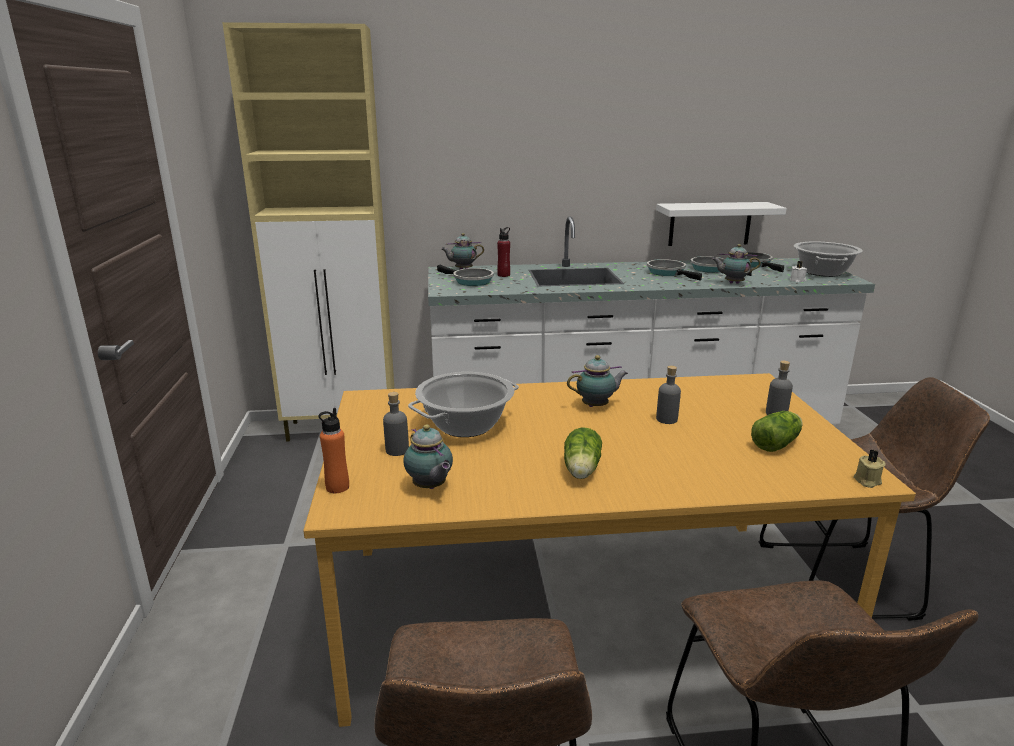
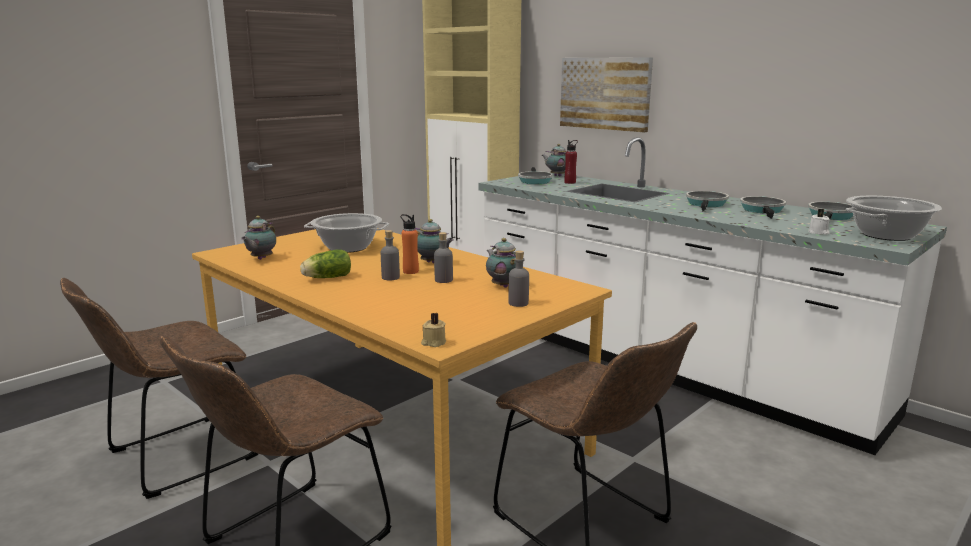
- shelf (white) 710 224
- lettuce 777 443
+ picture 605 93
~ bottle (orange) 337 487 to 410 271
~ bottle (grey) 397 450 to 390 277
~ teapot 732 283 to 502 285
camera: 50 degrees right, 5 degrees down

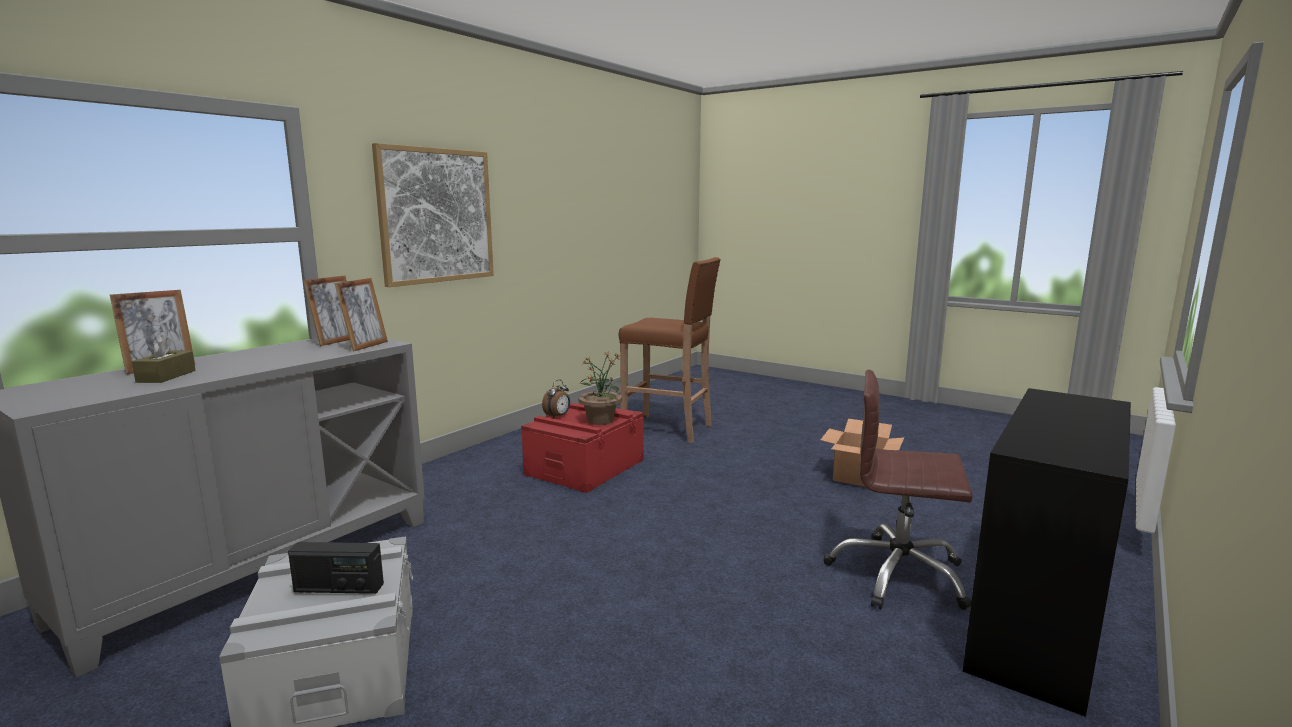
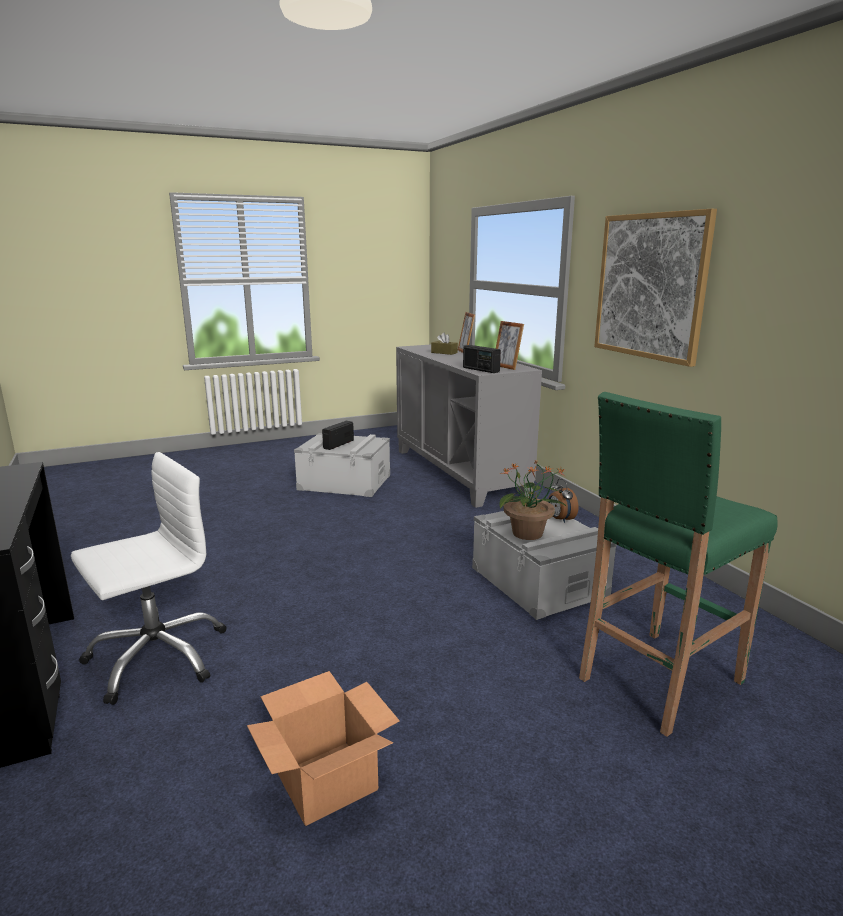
~ picture frame 365 346 to radio 480 370
~ storage box (red) 585 467 to storage box (grey) 539 581
~ stool (brown) 669 429 to stool (green) 657 681
~ office chair (brown) 898 575 to office chair (white) 157 657
camera: 120 degrees right, 5 degrees up

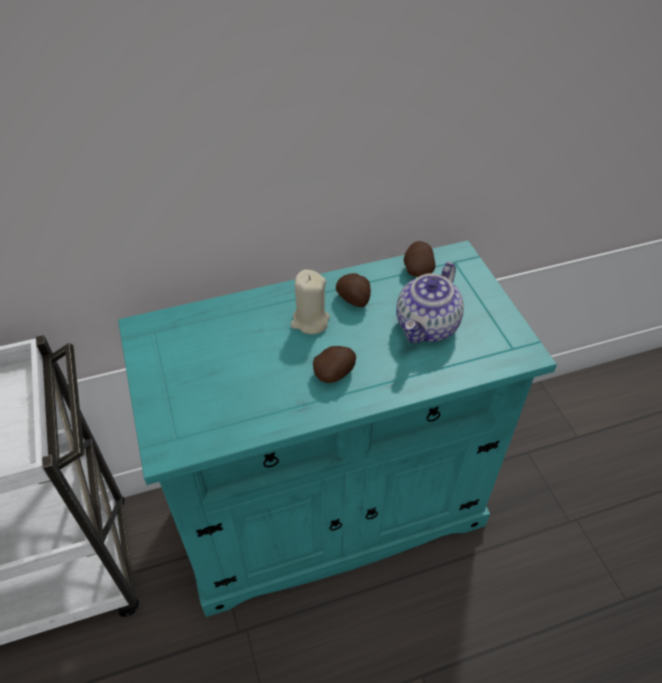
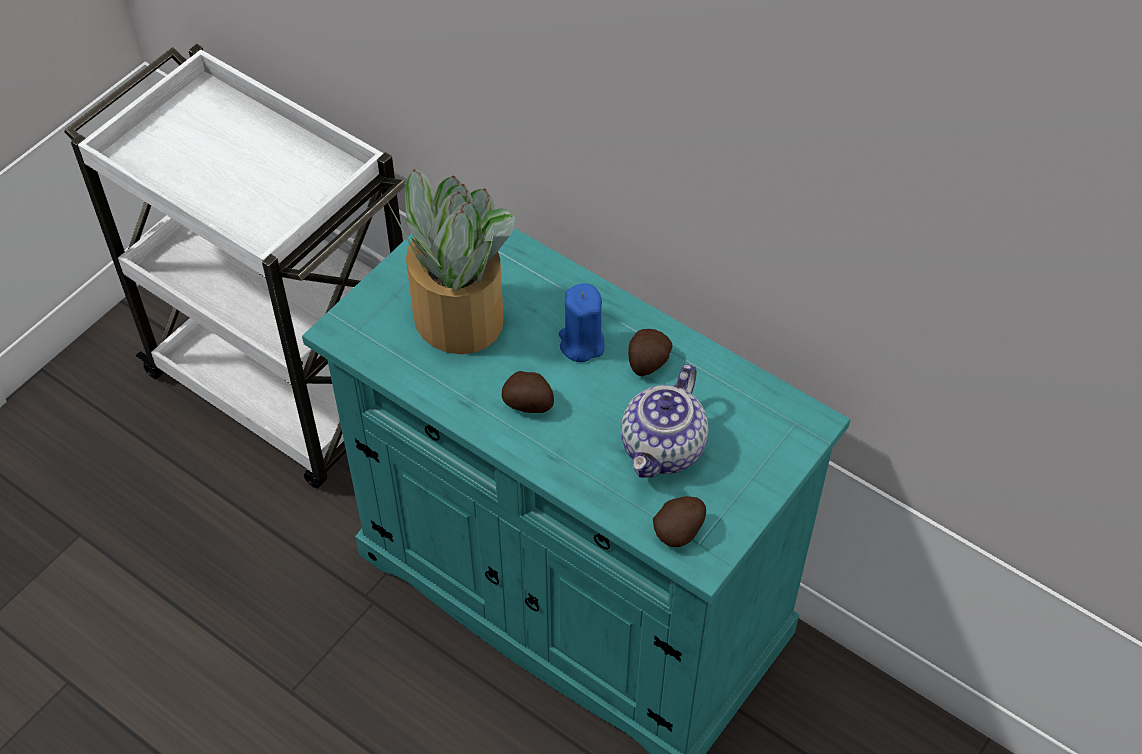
+ potted plant 457 315
~ potato 417 269 to 680 530
~ candle (beige) 310 321 to candle (blue) 581 343
~ teapot 427 326 = 664 449 60 degrees counterclockwise
camera: 55 degrees right, 5 degrees up

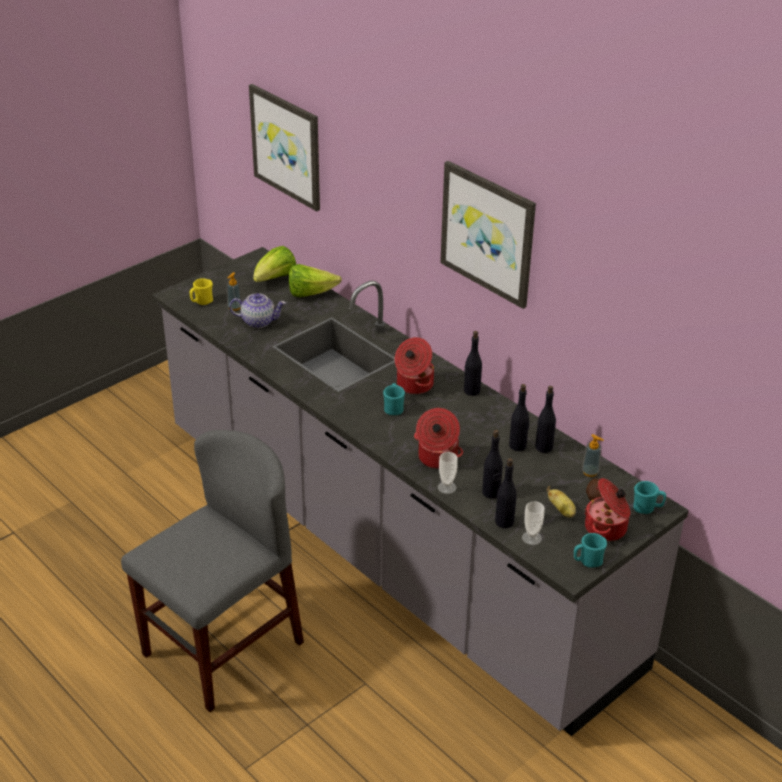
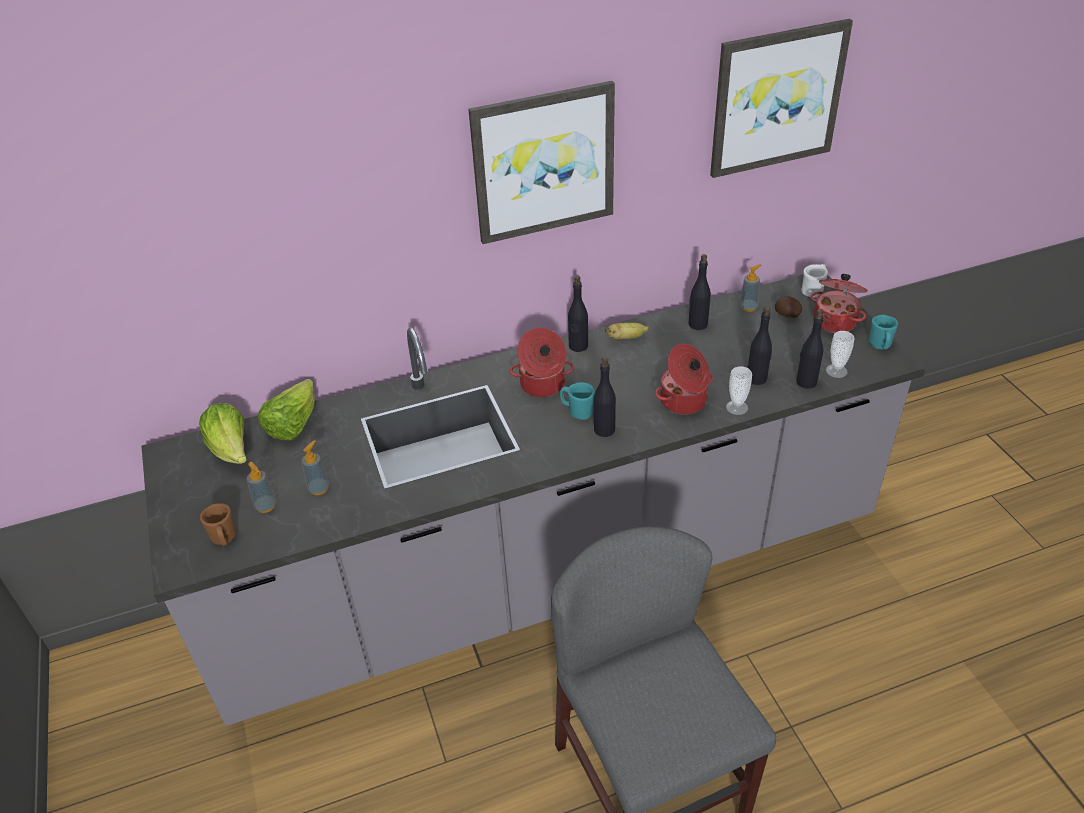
~ picture 287 146 to 776 98
~ bottle (black) 518 445 to 604 429
~ banana 562 510 to 626 338
~ teapot 259 321 to soap dispenser 319 488
~ mug (yellow) 201 302 to mug (brown) 224 539
~ mug (turquoise) 647 508 to mug (white) 813 290
camera: 65 degrees left, 5 degrees up

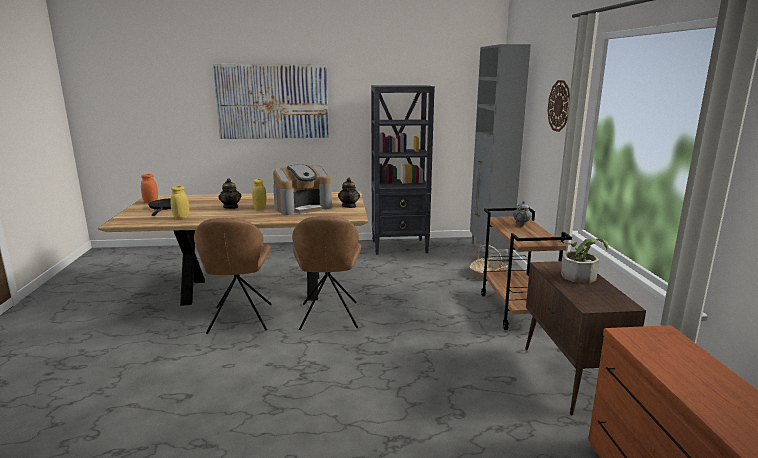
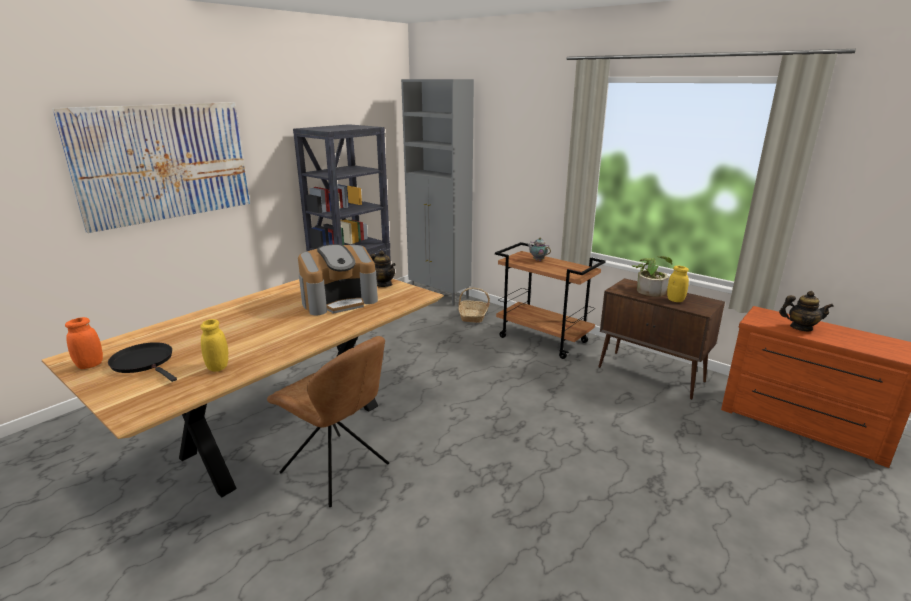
- chair (brown) 329 317
- wall clock 559 106
~ teapot 231 207 to 800 328
~ jar (yellow) 260 208 to 675 300
~ coffee machine 303 207 = 339 301 45 degrees clockwise
camera: 45 degrees left, 5 degrees up

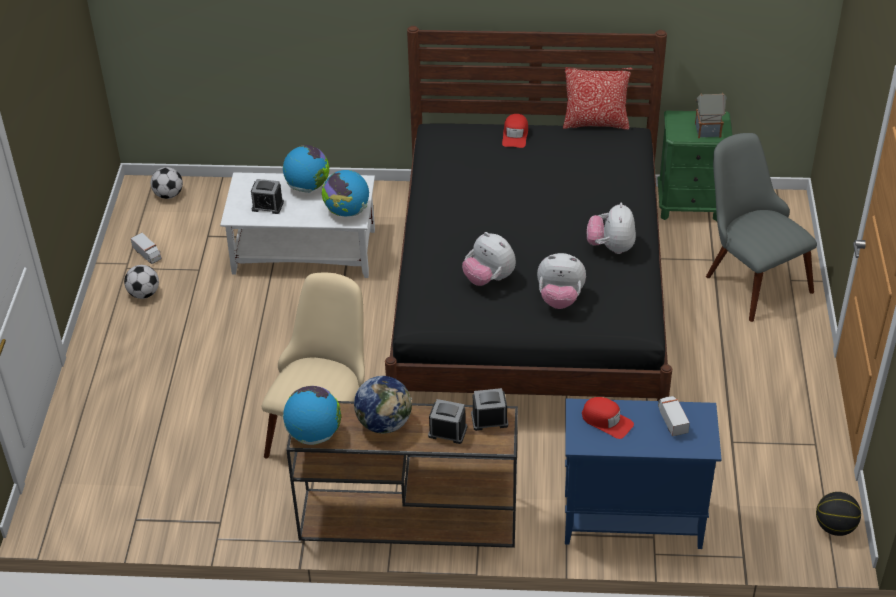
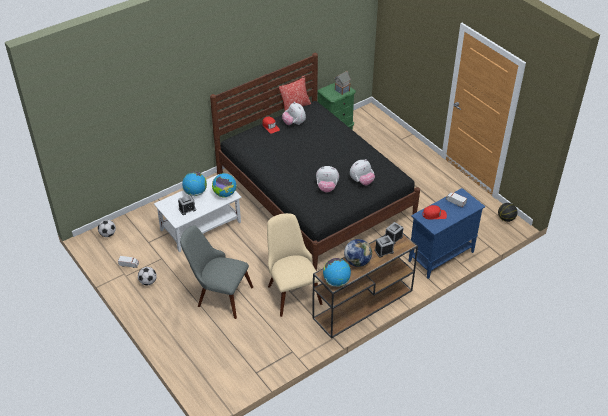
~ plush toy 611 247 to 294 123
~ chair (grey) 749 276 to 218 295
camera: 40 degrees left, 0 degrees up

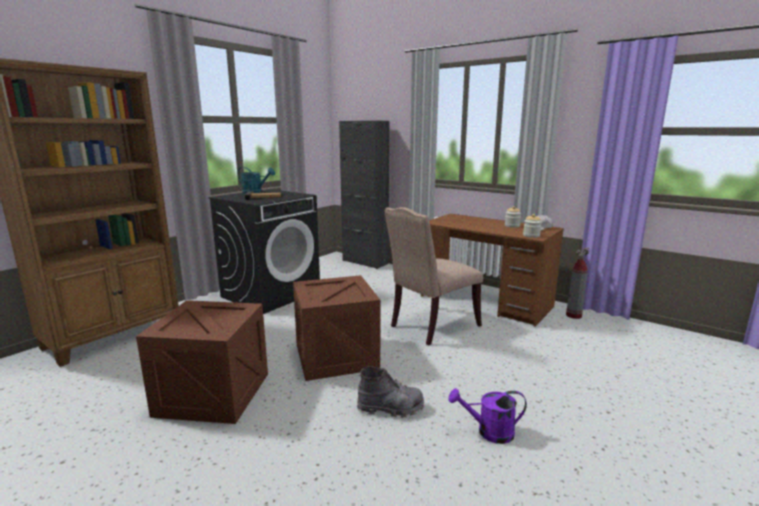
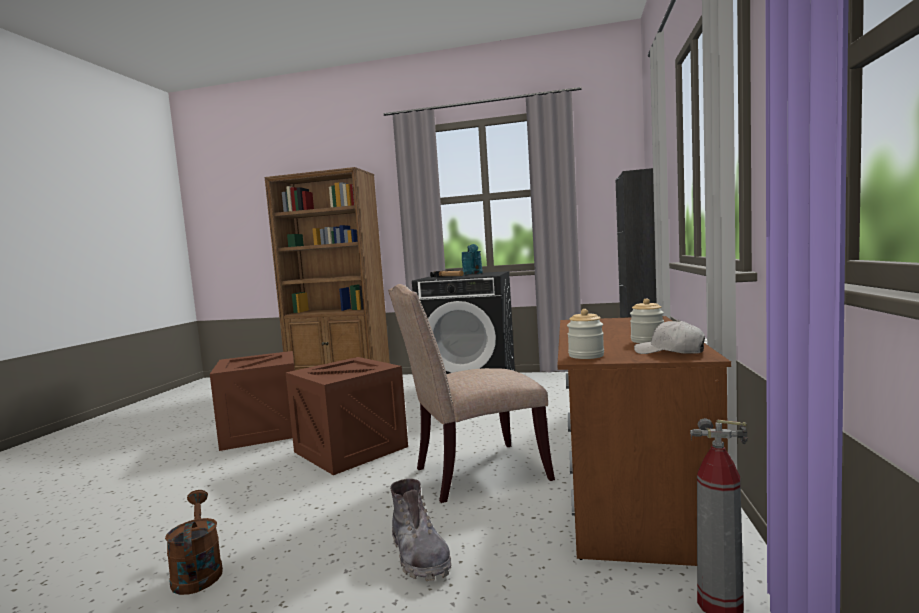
~ boot (grey) 390 408 to 419 556
~ watering can (purple) 489 432 to watering can (brown) 197 572
~ chair (beige) 431 326 = 475 474 45 degrees counterclockwise
camera: 65 degrees right, 10 degrees down

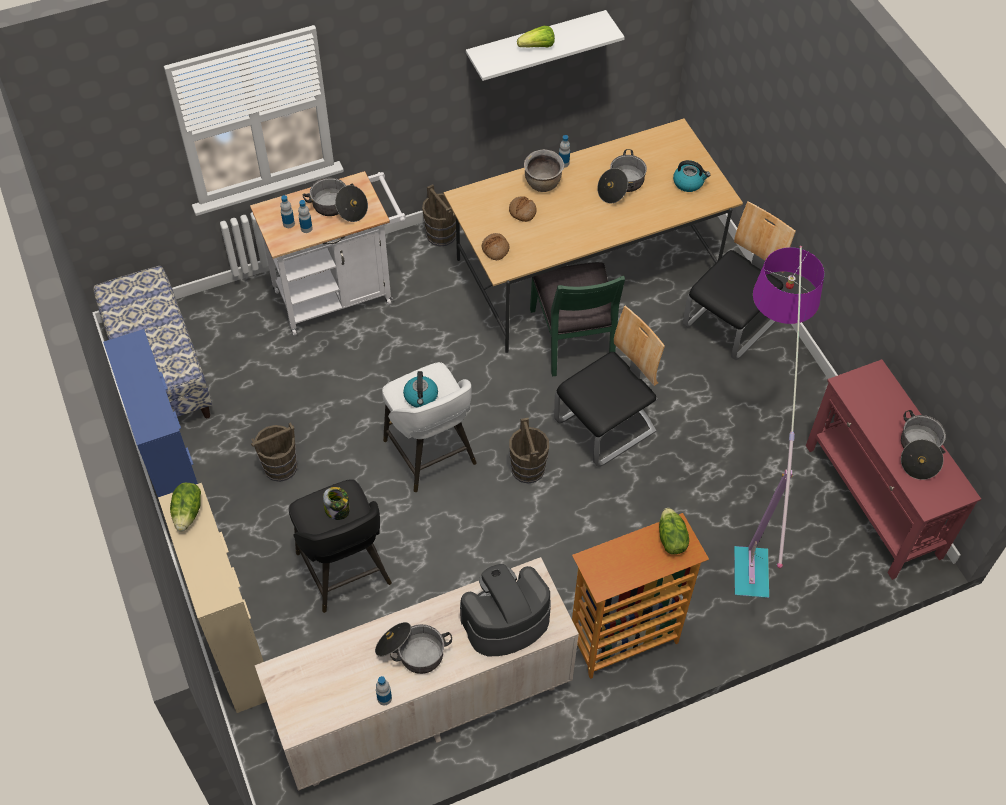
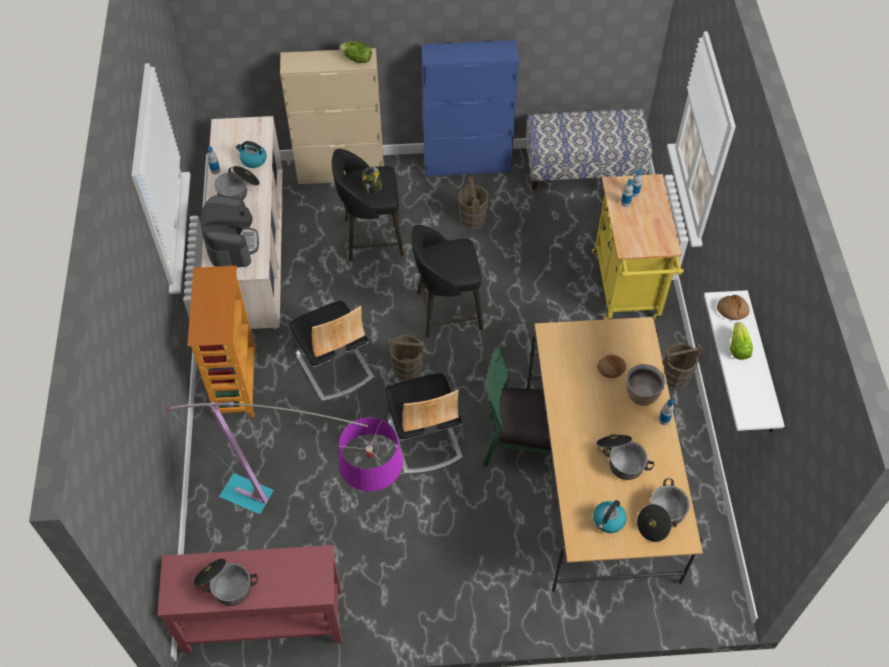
- lettuce 670 539
~ cooking pot 338 208 to 661 517
~ kettle 421 397 to 253 160
~ bread 495 249 to 732 310
~ chair 730 324 to 333 365
~ cart (white) 340 294 to cart (yellow) 627 290
~ stool (white) 431 454 to stool (black) 446 311
camera: 110 degrees right, 0 degrees up

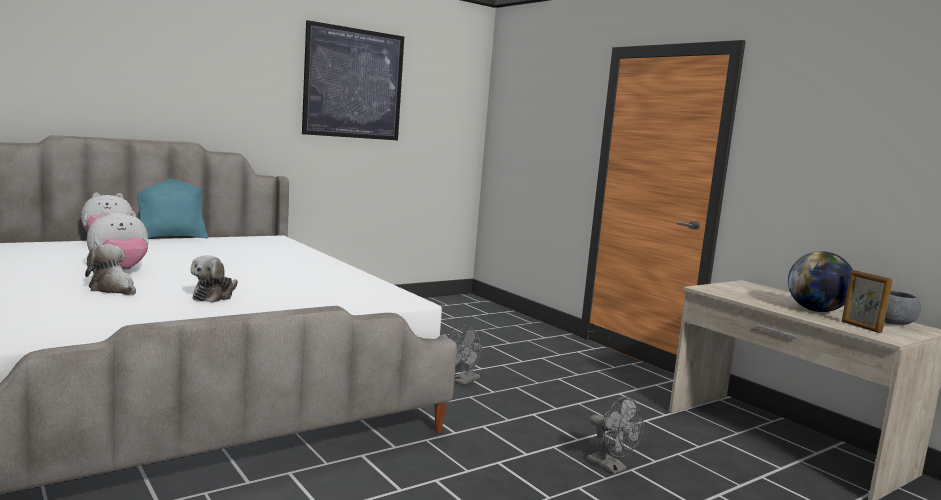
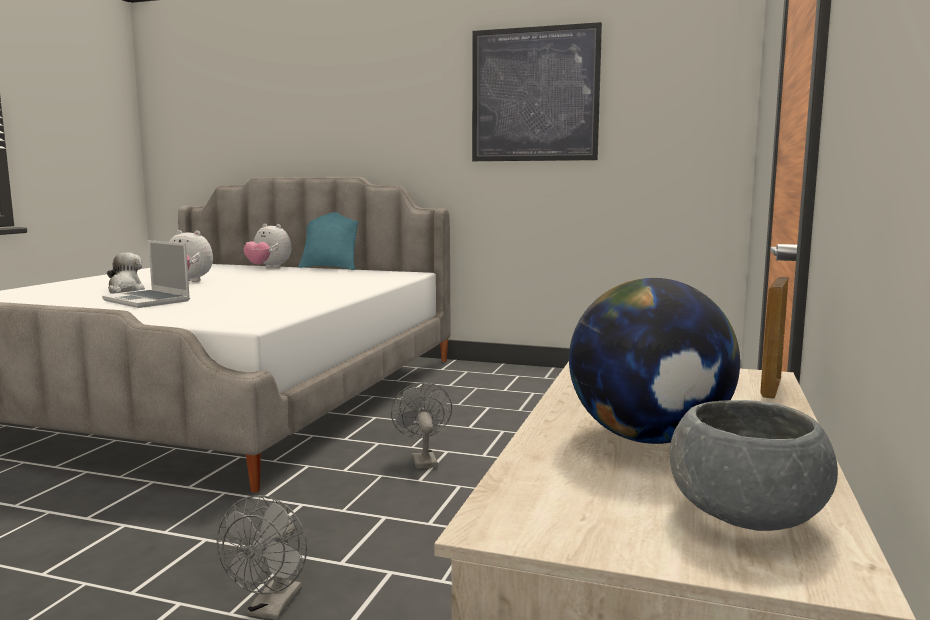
~ picture frame 861 327 to 770 388
~ plush toy 214 296 to laptop 148 301
~ fan (grey) 463 381 = 422 460 75 degrees clockwise
camera: 55 degrees right, 0 degrees up

